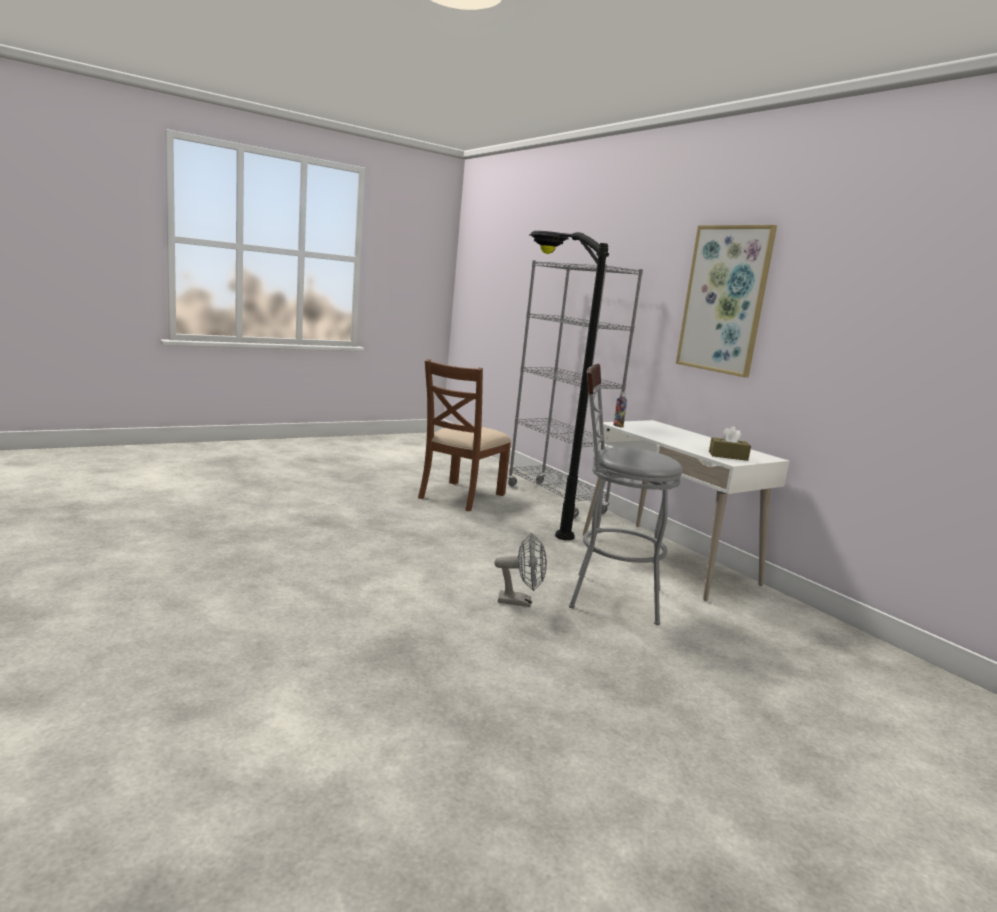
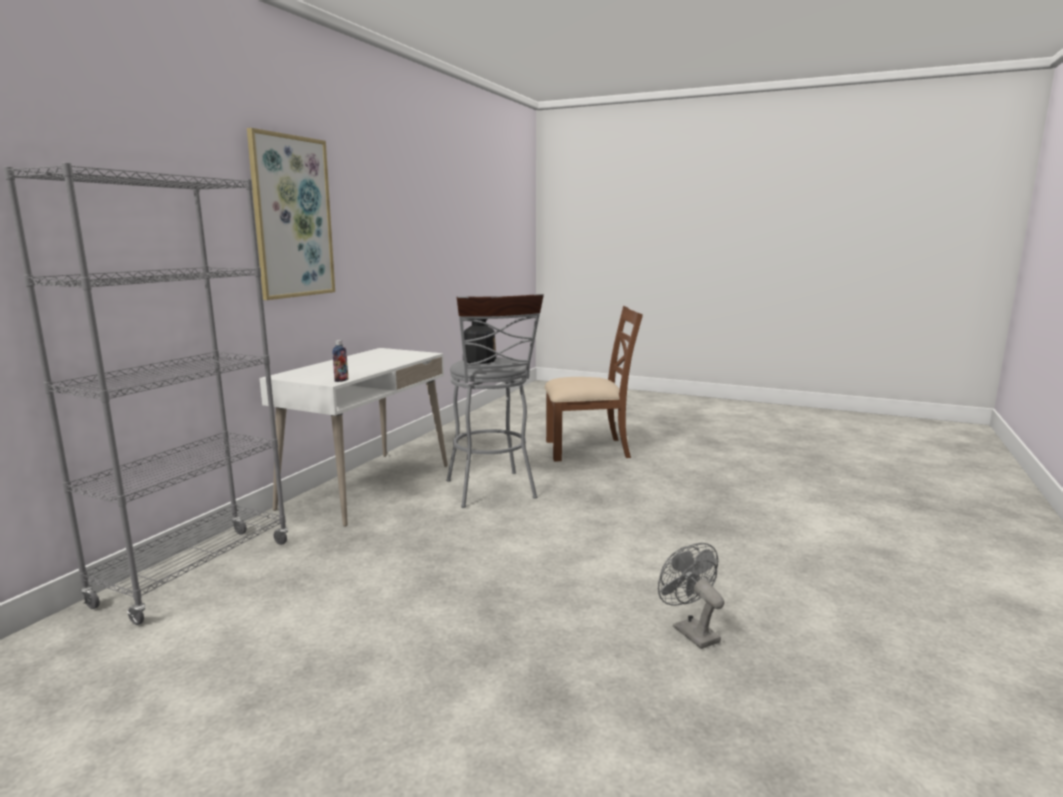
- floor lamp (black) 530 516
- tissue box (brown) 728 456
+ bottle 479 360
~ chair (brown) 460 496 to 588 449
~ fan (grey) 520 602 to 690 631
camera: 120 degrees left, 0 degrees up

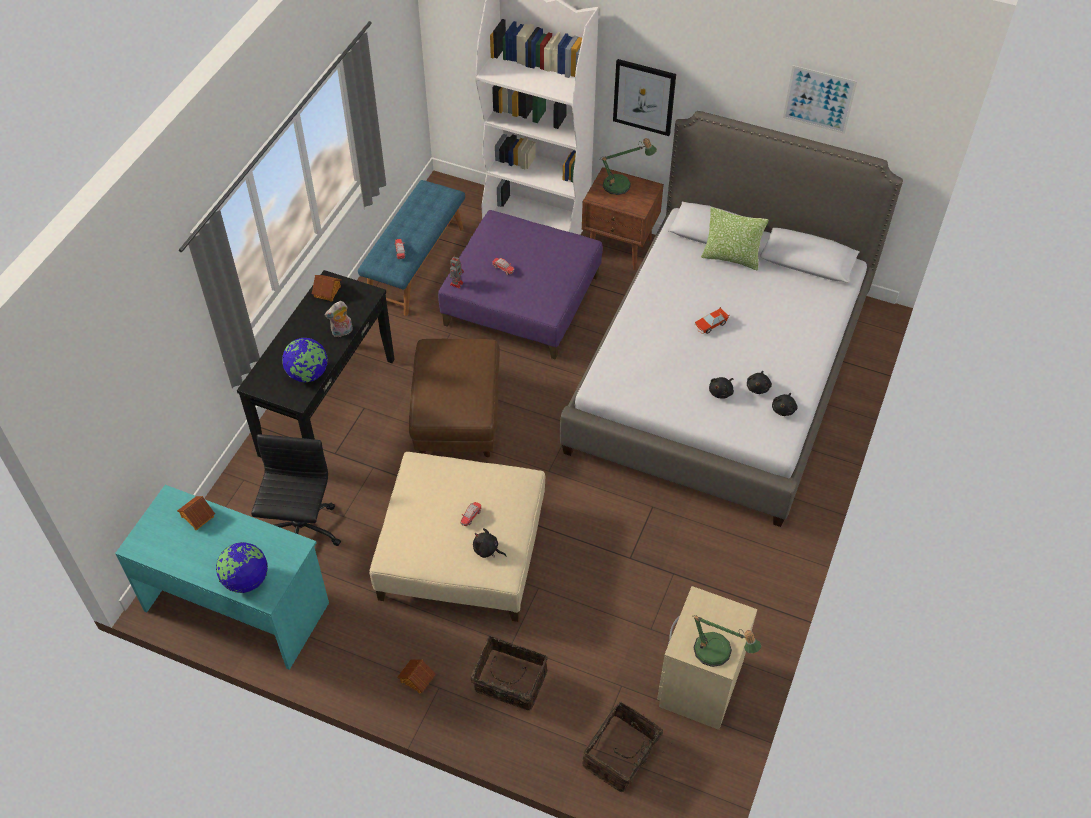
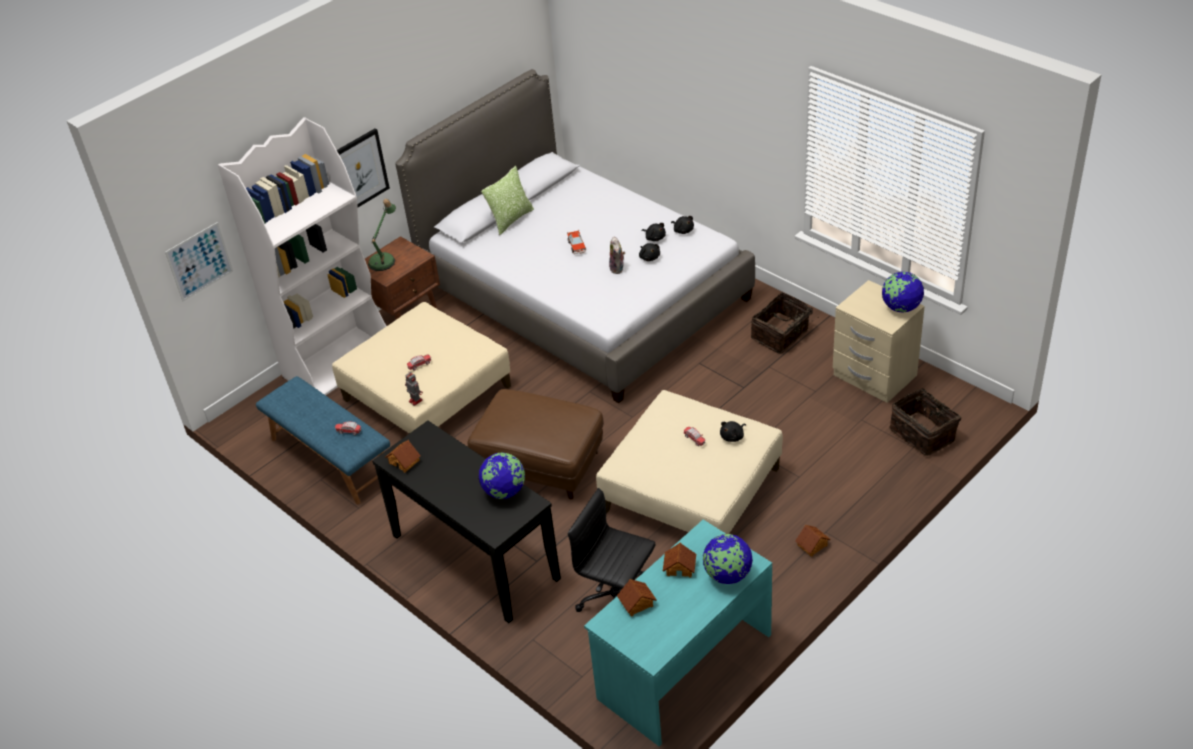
+ toy house 680 567
~ plush toy 342 332 to 618 268
~ basket 510 683 to 781 335
~ picture 819 99 to 199 261
~ table lamp 717 654 to globe 901 308
~ ottoman (purple) 522 300 to ottoman (beige) 427 392
camera: 65 degrees left, 10 degrees down

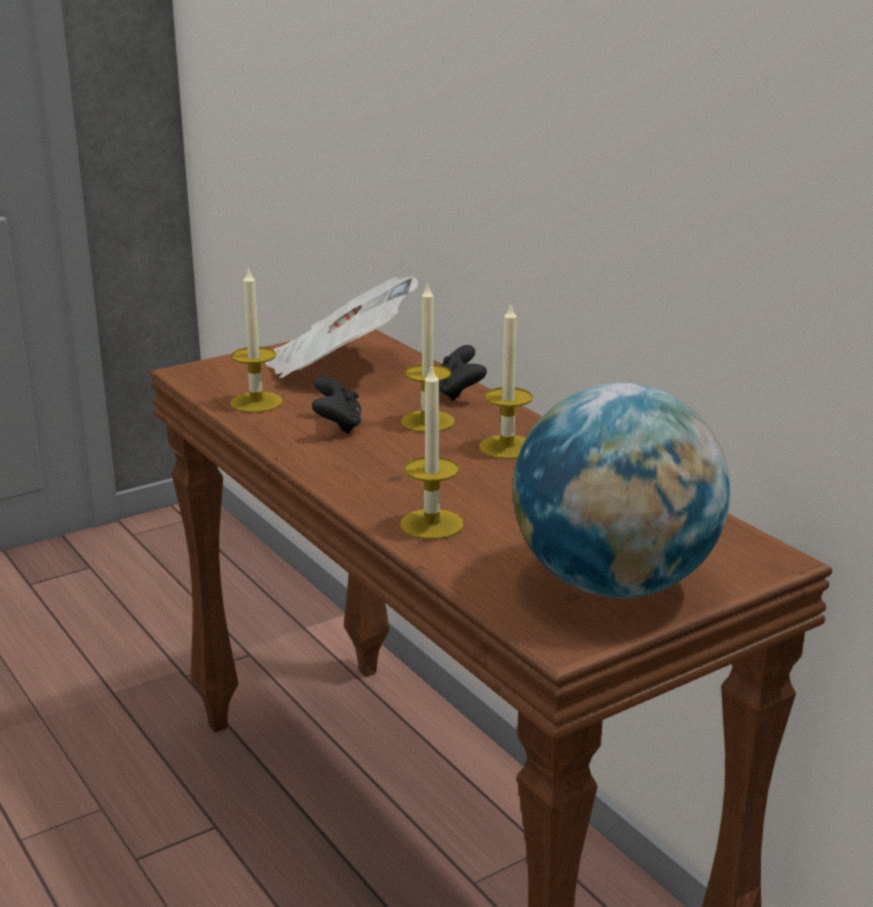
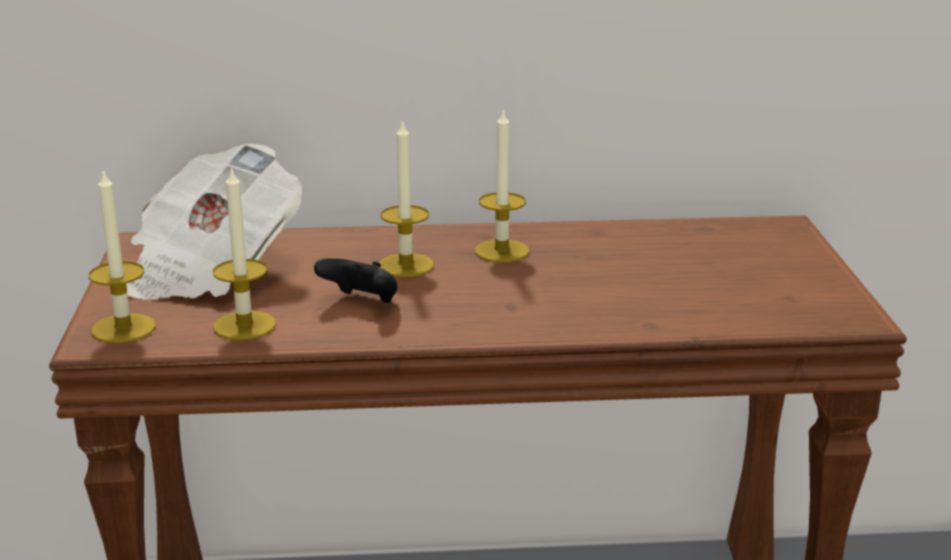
- game controller (black) 458 393
- globe 613 584
~ candle 431 524 to 123 328
camera: 60 degrees left, 0 degrees up

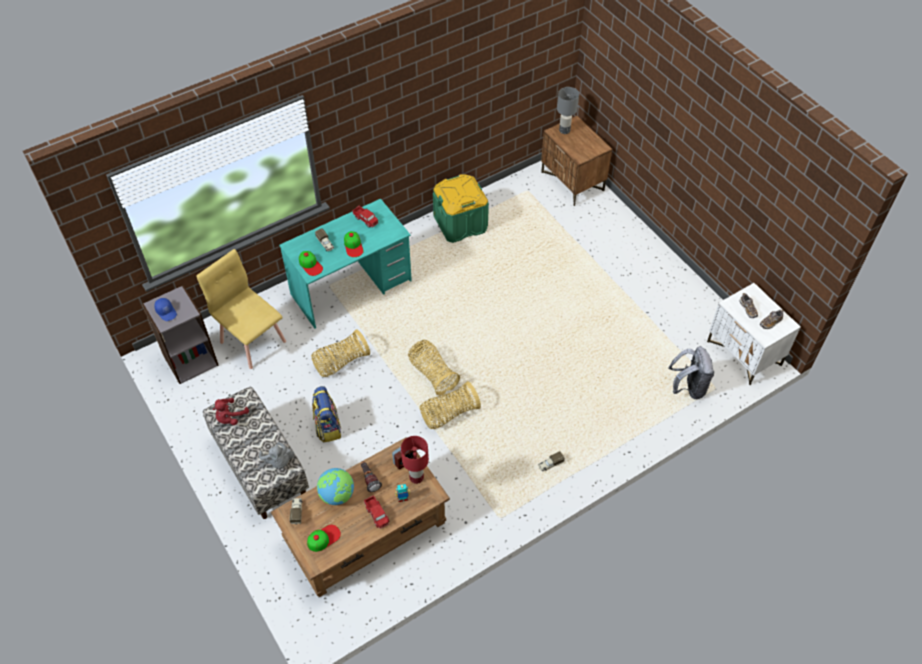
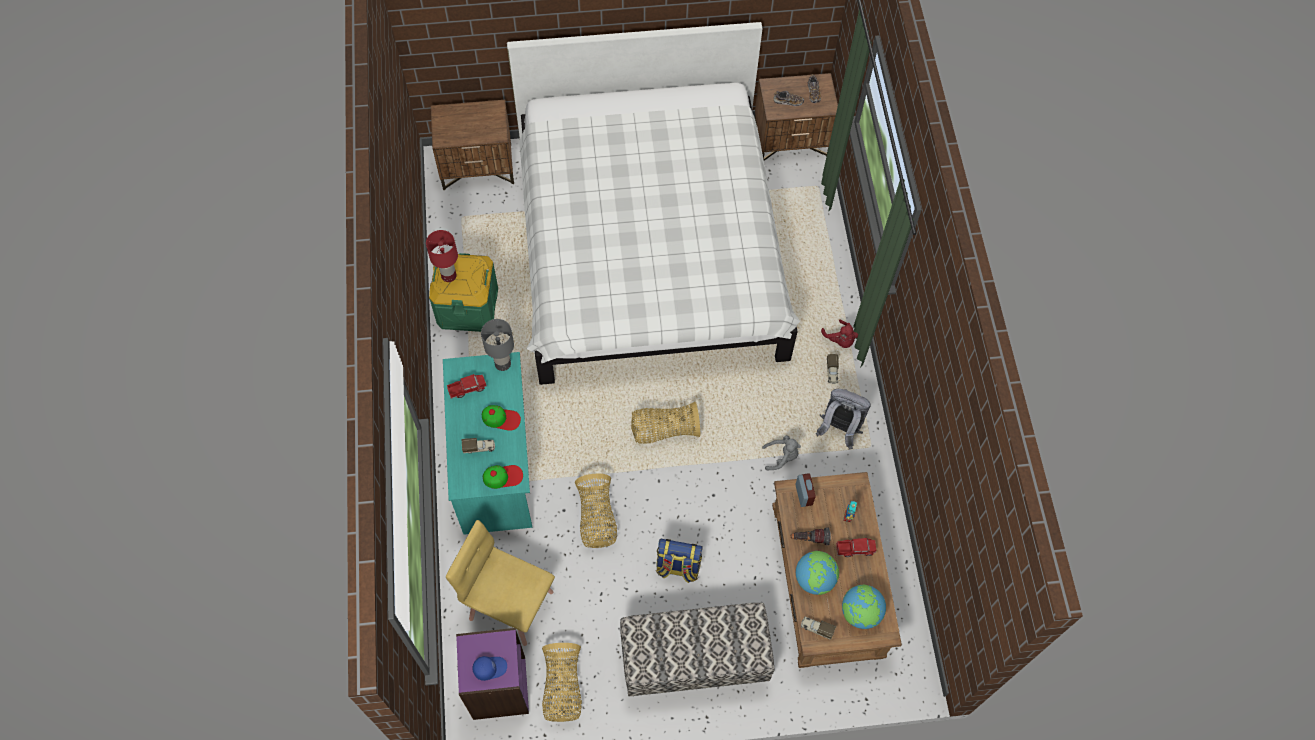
+ bed (white) 648 249
~ plush toy (red) 230 417 to 840 340
~ plush toy (grey) 278 461 to 781 457
~ table lamp (red) 416 477 to 448 275
~ basket 449 414 to 562 688
~ table lamp (grey) 564 130 to 502 364
~ backpack (grey) 688 387 to 839 429
~ cap 323 538 to globe 860 613
~ bookcase (grey) 190 360 to bookcase (purple) 498 688
~ nightstand (white) 744 353 to nightstand (brown) 791 141
~ chair (yellow) 253 341 = 510 604 45 degrees clockwise
camera: 65 degrees left, 10 degrees up

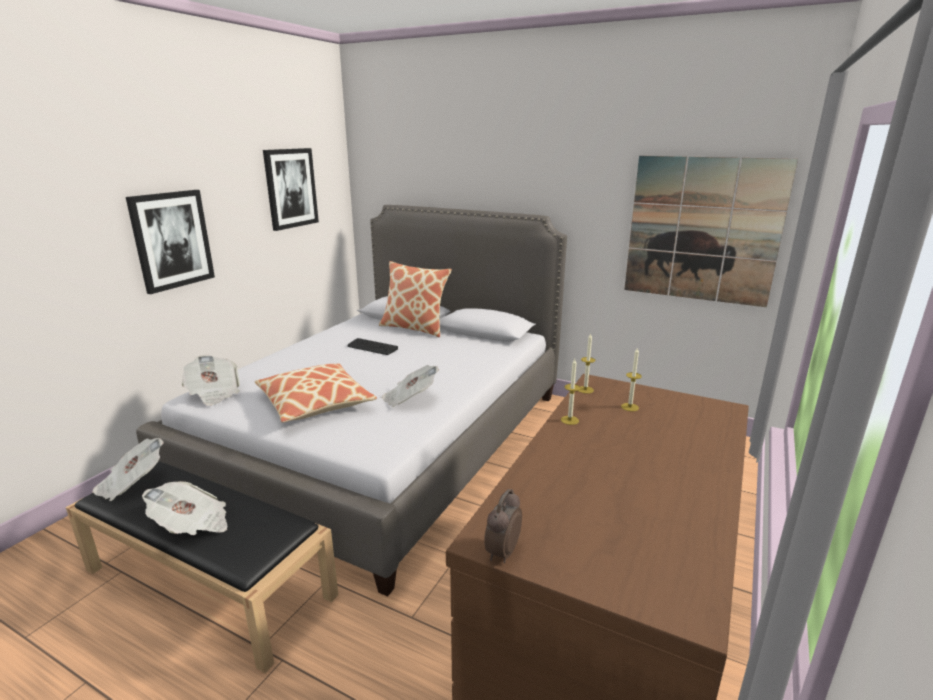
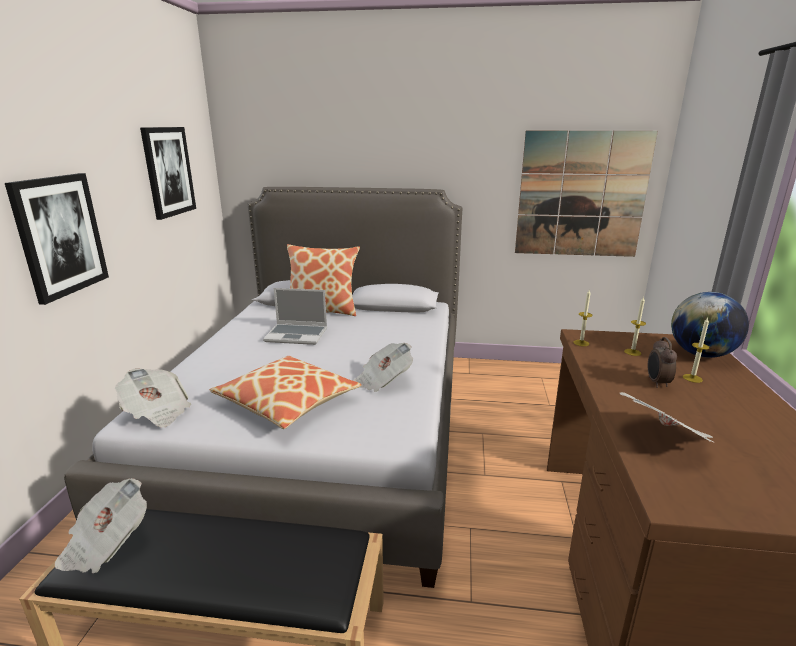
+ globe 701 354
~ newspaper 192 525 to 665 439
~ alarm clock 501 552 to 656 383
~ candle 569 420 to 692 378
~ keyboard 372 347 to laptop 297 335
camera: 20 degrees left, 0 degrees up

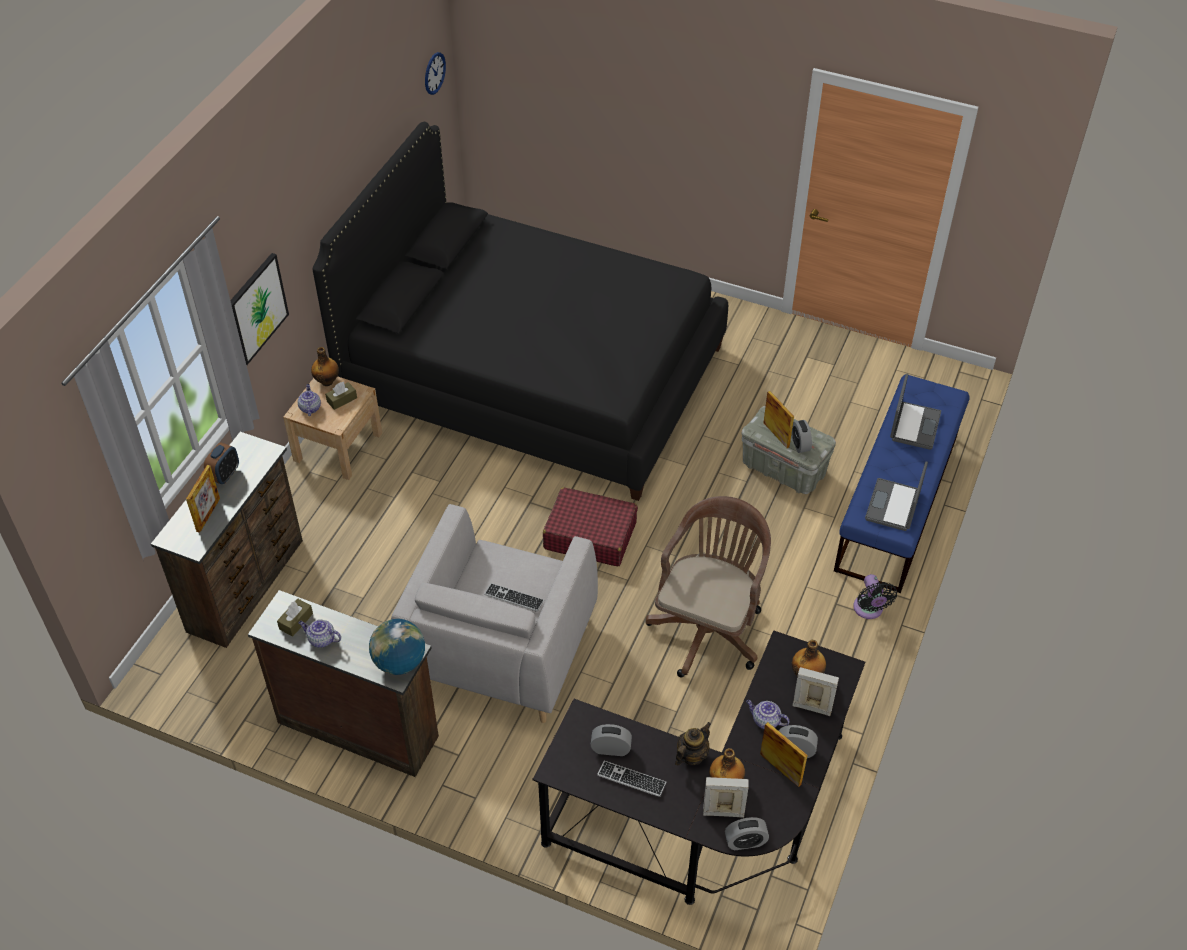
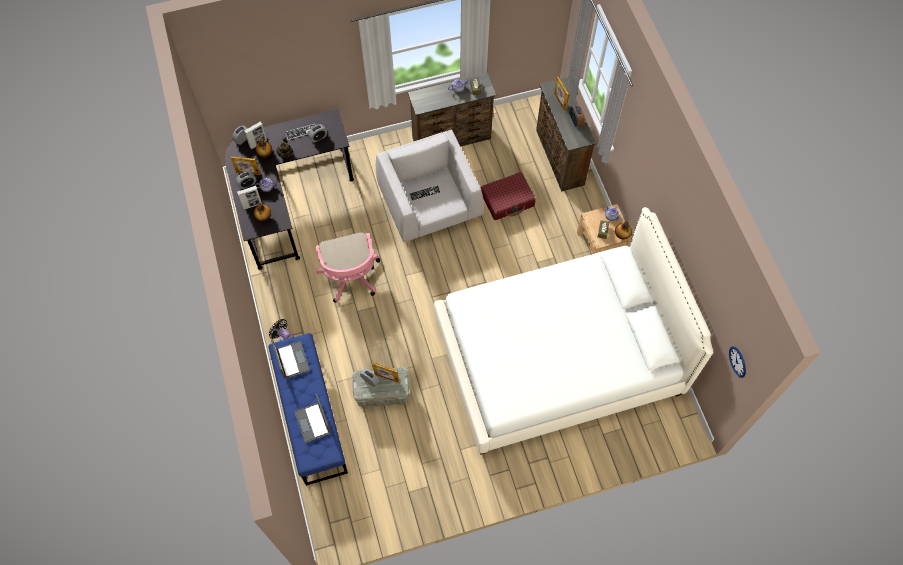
- picture 257 308
- globe 399 662
~ suitcase (red) 590 535 to 507 200
~ bed (black) 533 375 to bed (white) 558 357
~ office chair (brown) 708 627 to office chair (pink) 351 278
camera: 140 degrees right, 15 degrees up

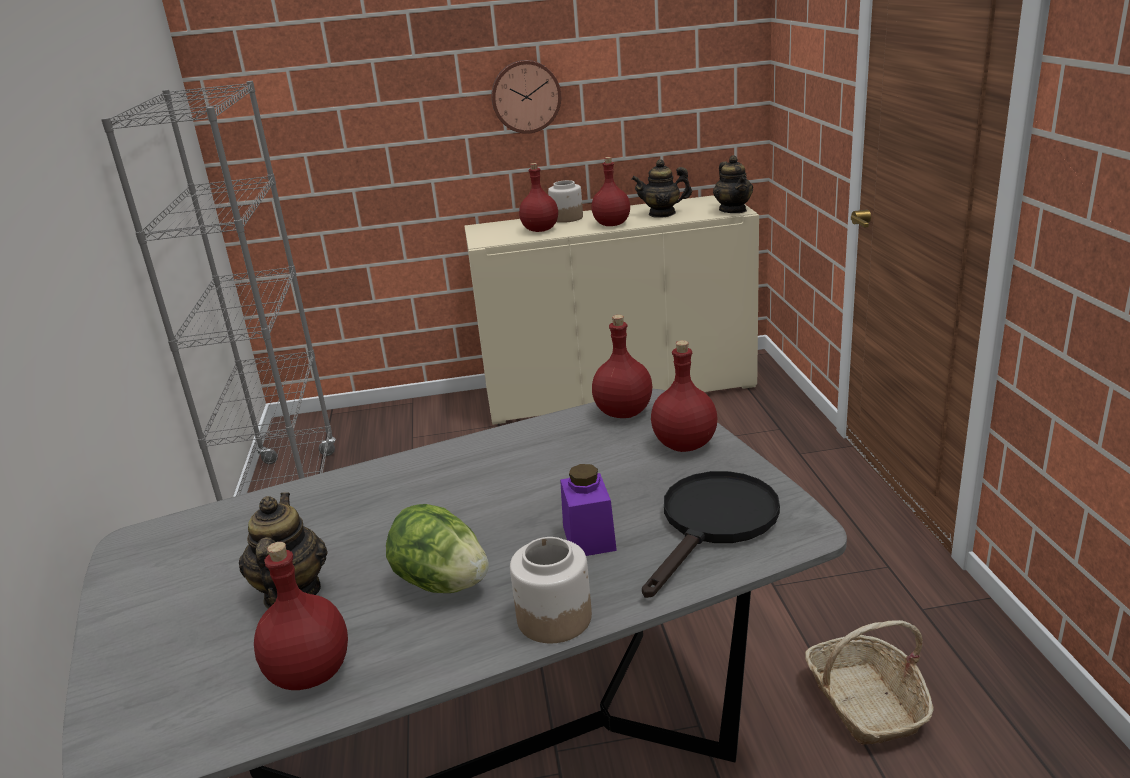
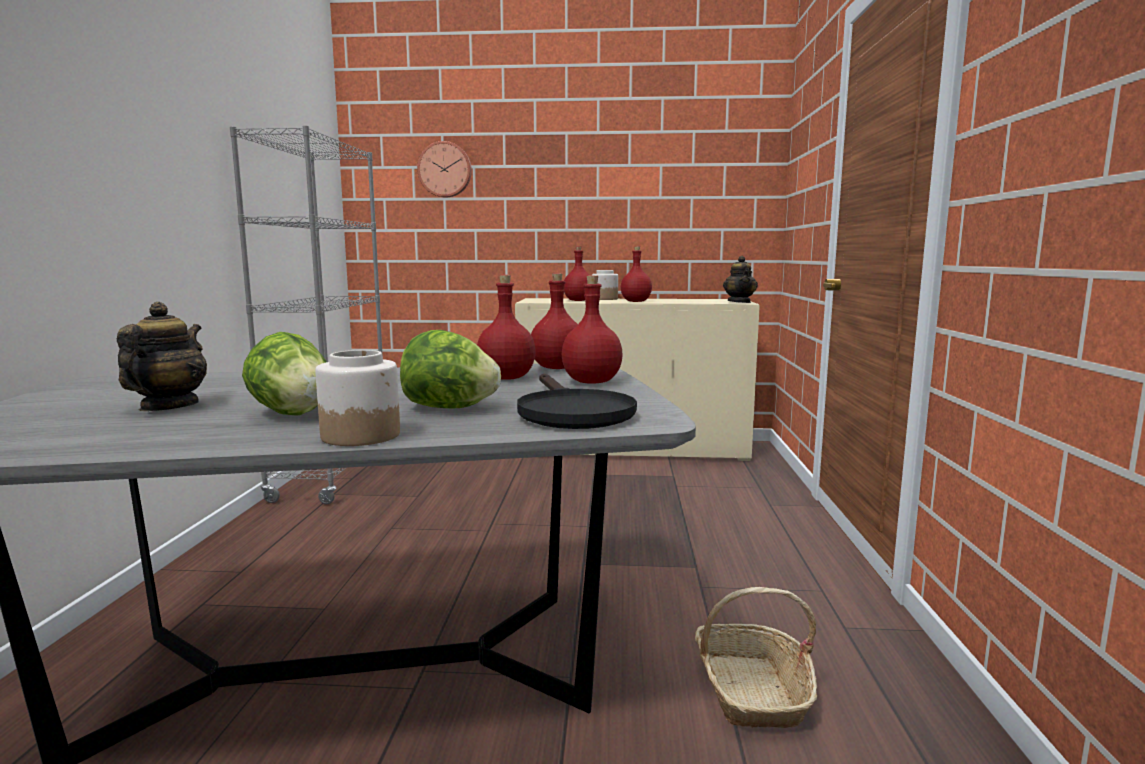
- teapot 662 214
~ bottle (red) 312 673 to 507 378
~ wall clock 525 96 to 445 169
~ jar (purple) 589 538 to lettuce 449 408
~ frying pan (black) 713 524 = 571 412 120 degrees clockwise
camera: 10 degrees right, 15 degrees down

